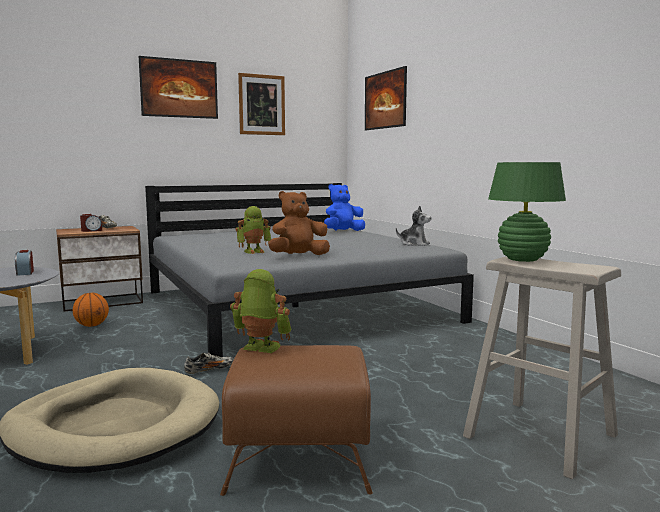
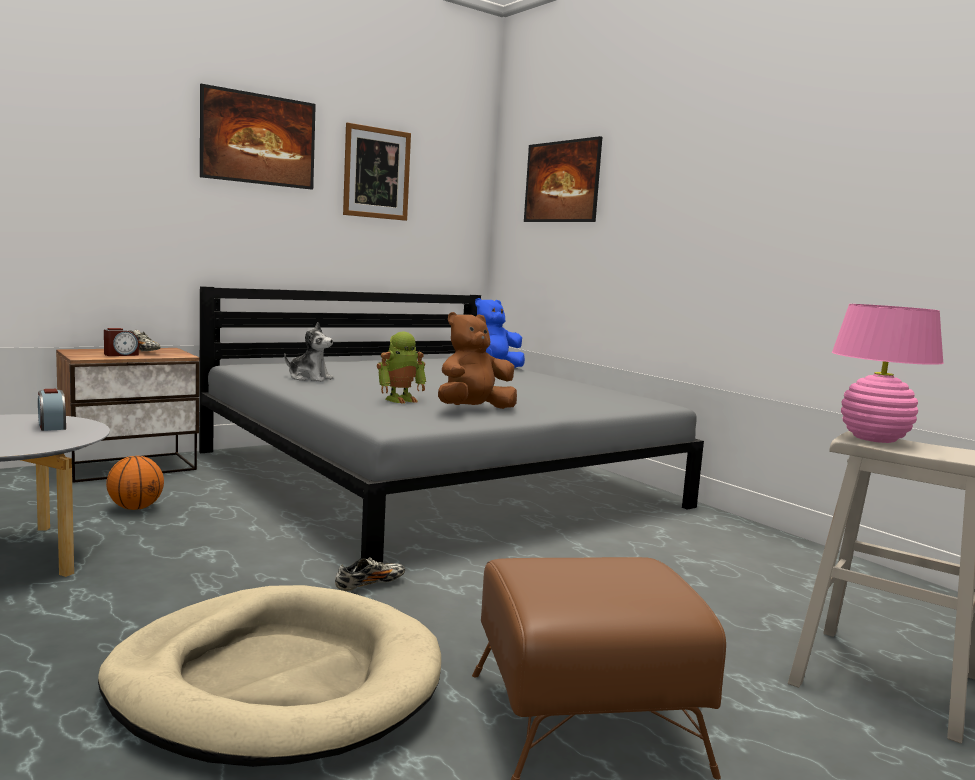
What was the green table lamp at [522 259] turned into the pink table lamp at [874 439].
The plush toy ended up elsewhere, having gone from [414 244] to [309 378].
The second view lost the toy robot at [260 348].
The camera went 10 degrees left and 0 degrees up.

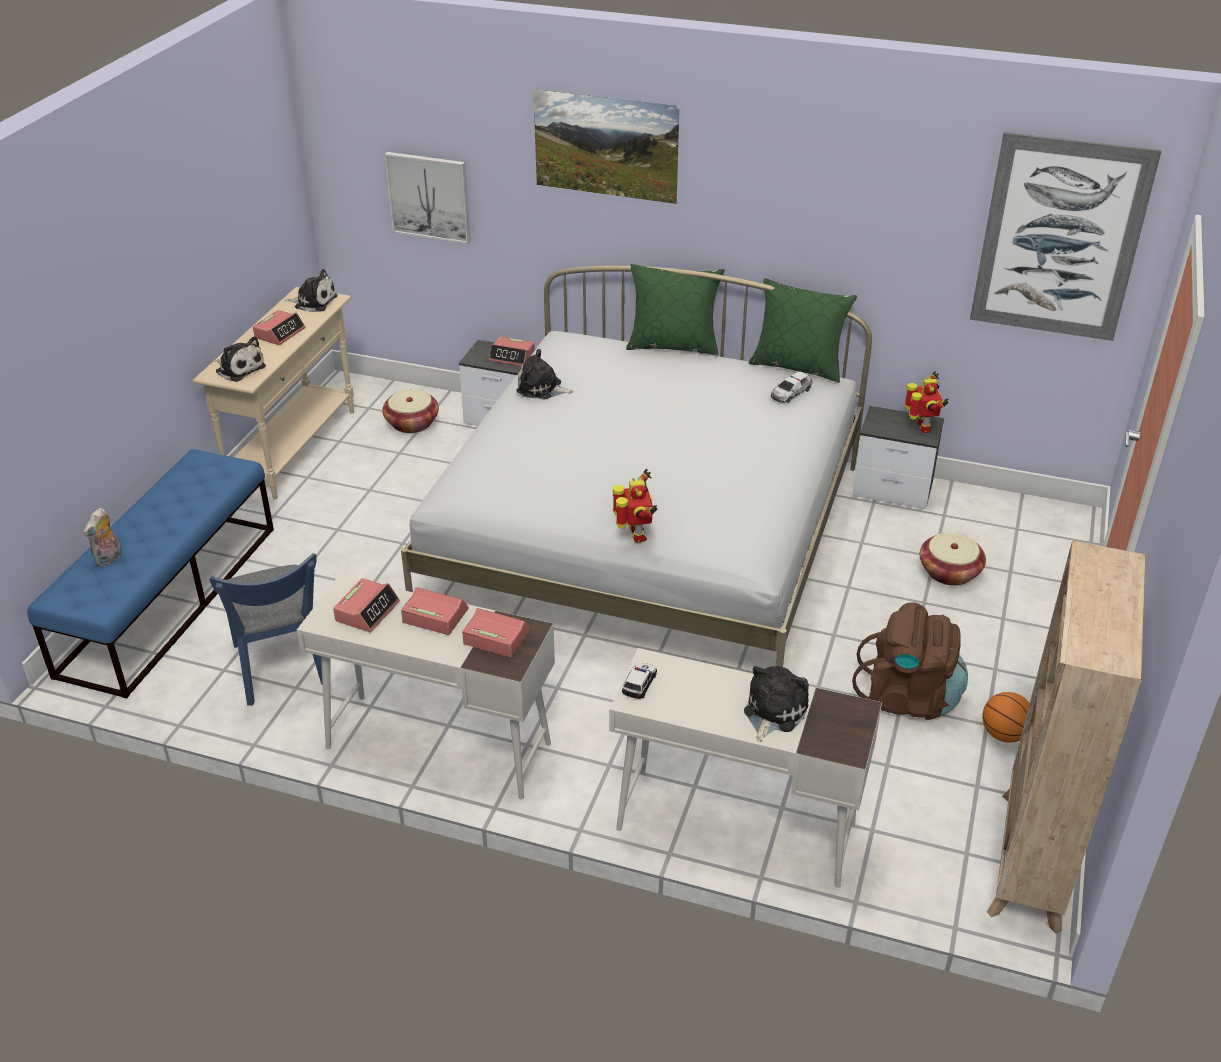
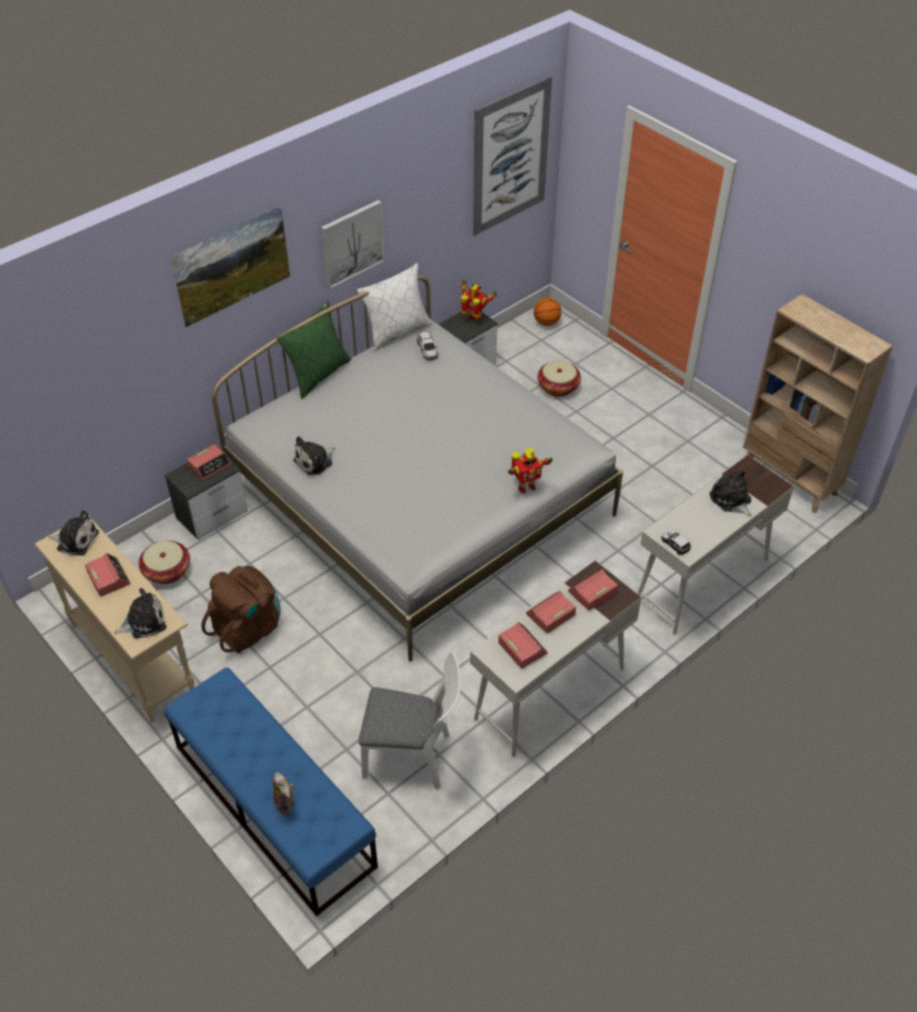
The picture ended up elsewhere, having gone from [429 197] to [352 243].
The plush toy at [313 302] ended up facing another way, 60 degrees clockwise from before.
What was the green pillow at [798 366] turned into the white pillow at [396 331].
The toy robot at [636 536] ended up facing another way, 135 degrees clockwise from before.
What was the blue chair at [281 670] turned into the white chair at [414 757].
The brown backpack ended up elsewhere, having gone from [908 697] to [248 627].
The basketball ended up elsewhere, having gone from [1004 734] to [546 322].
The camera went 60 degrees left and 10 degrees up.

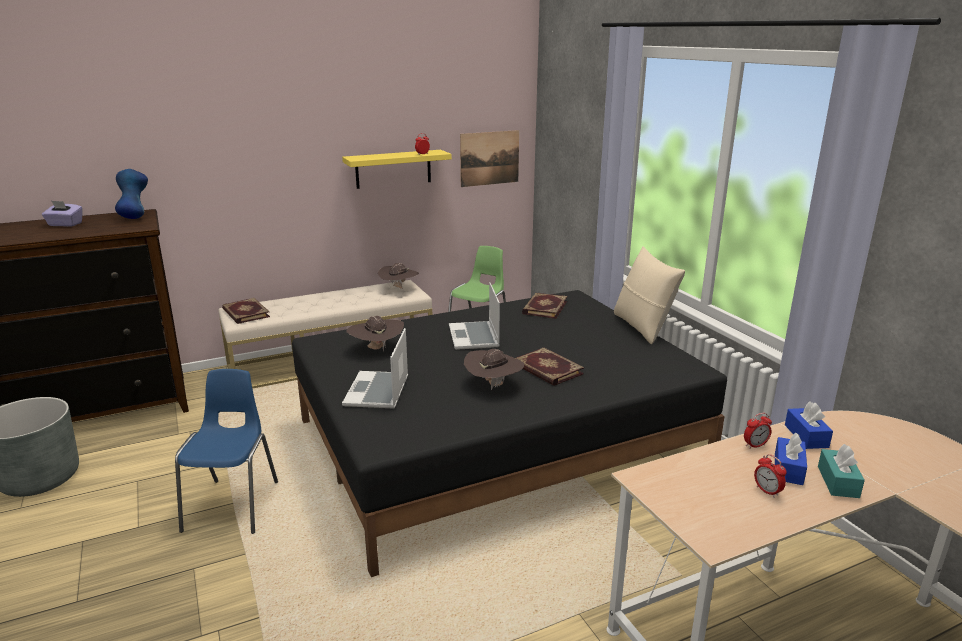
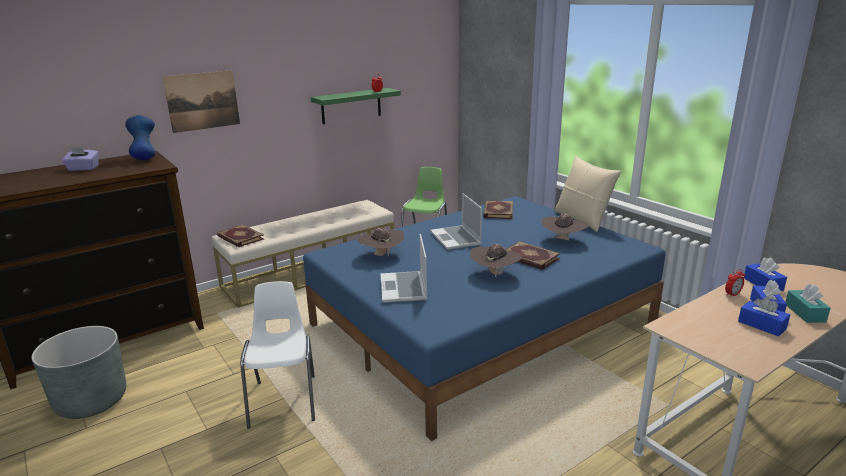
The picture ended up elsewhere, having gone from [489 158] to [202 101].
What was the yellow shelf at [393 169] turned into the green shelf at [351 106].
The brown hat ended up elsewhere, having gone from [399 289] to [562 240].
What was the black bed at [497 443] turned into the blue bed at [482 324].
What was the blue chair at [233 505] turned into the white chair at [284 400].
Where the alarm clock stood at [767 491], the blue tissue box came to stand at [761 325].
The camera went 10 degrees left and 0 degrees up.

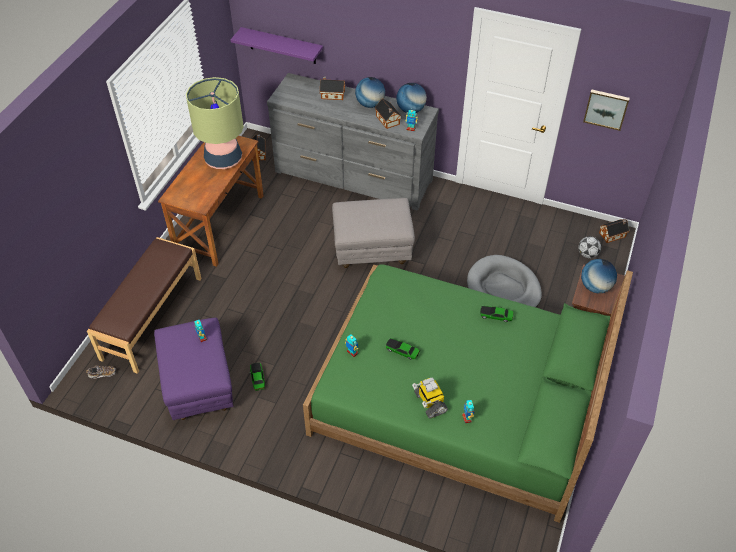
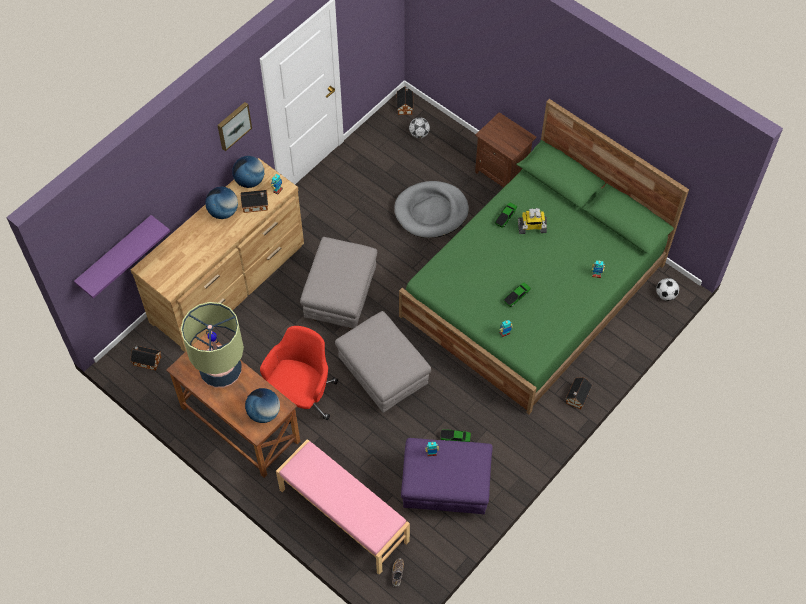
What was the grey dresser at [353 176] turned into the brown dresser at [229 282].
The toy house ended up elsewhere, having gone from [331 94] to [577 397].
The picture ended up elsewhere, having gone from [606 108] to [233 125].
What was the brown bench at [151 317] turned into the pink bench at [343 516].
The globe ended up elsewhere, having gone from [595 287] to [264 413].
The toy robot ended up elsewhere, having gone from [429 402] to [531 228].
The second view gained the football at [665 295].
The second view gained the grey ottoman at [382 376].
The second view gained the red office chair at [300 397].
The camera went 70 degrees left and 10 degrees up.

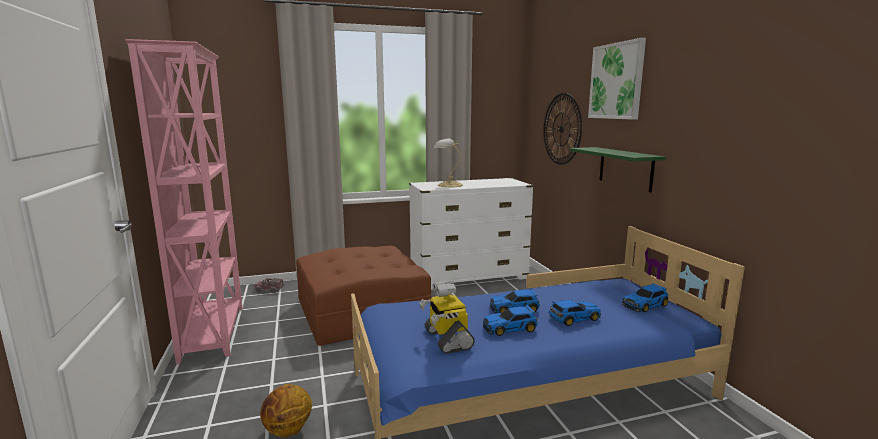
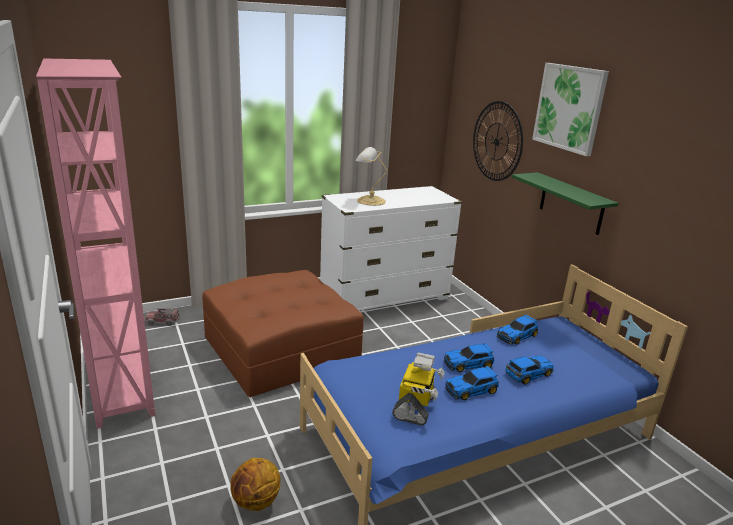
The toy robot at [447 339] ended up facing another way, 135 degrees counterclockwise from before.
The toy car ended up elsewhere, having gone from [645 305] to [517 335].
The camera went 10 degrees left and 10 degrees up.

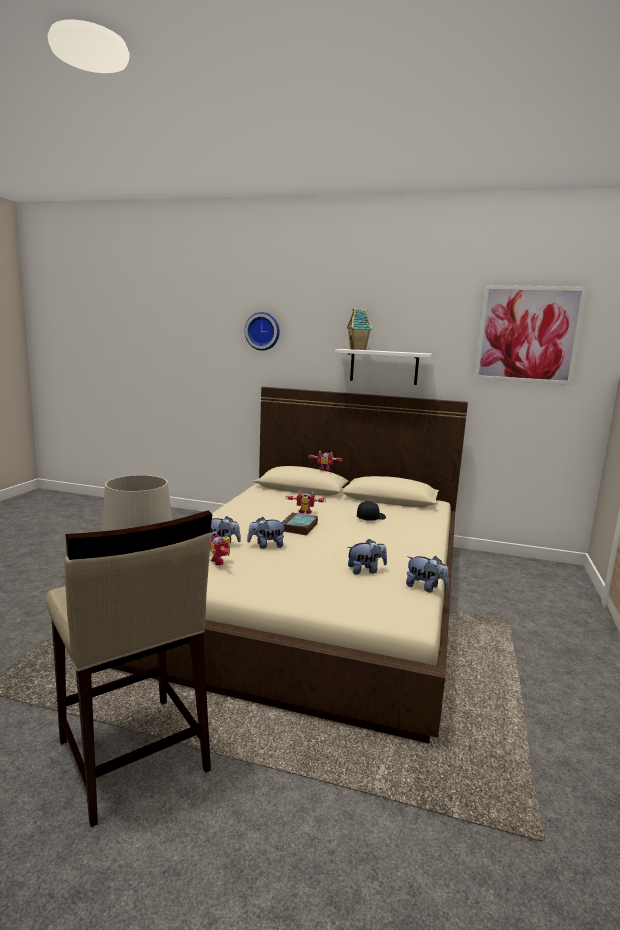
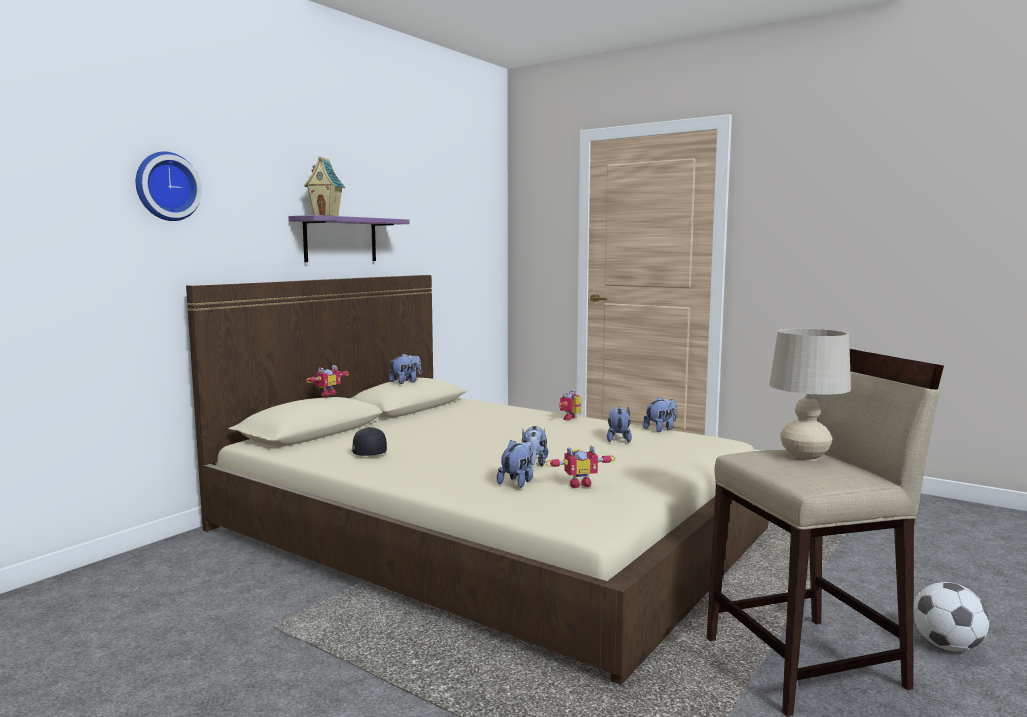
The second view lost the picture at [527 335].
What was the white shelf at [384 367] turned into the purple shelf at [340 240].
The toy robot ended up elsewhere, having gone from [304 513] to [572 419].
The black cap ended up elsewhere, having gone from [370 518] to [367 452].
The second view lost the book at [299 527].
The second view gained the plush toy at [406 382].
The second view gained the football at [947 646].
The camera went 70 degrees left and 5 degrees down.

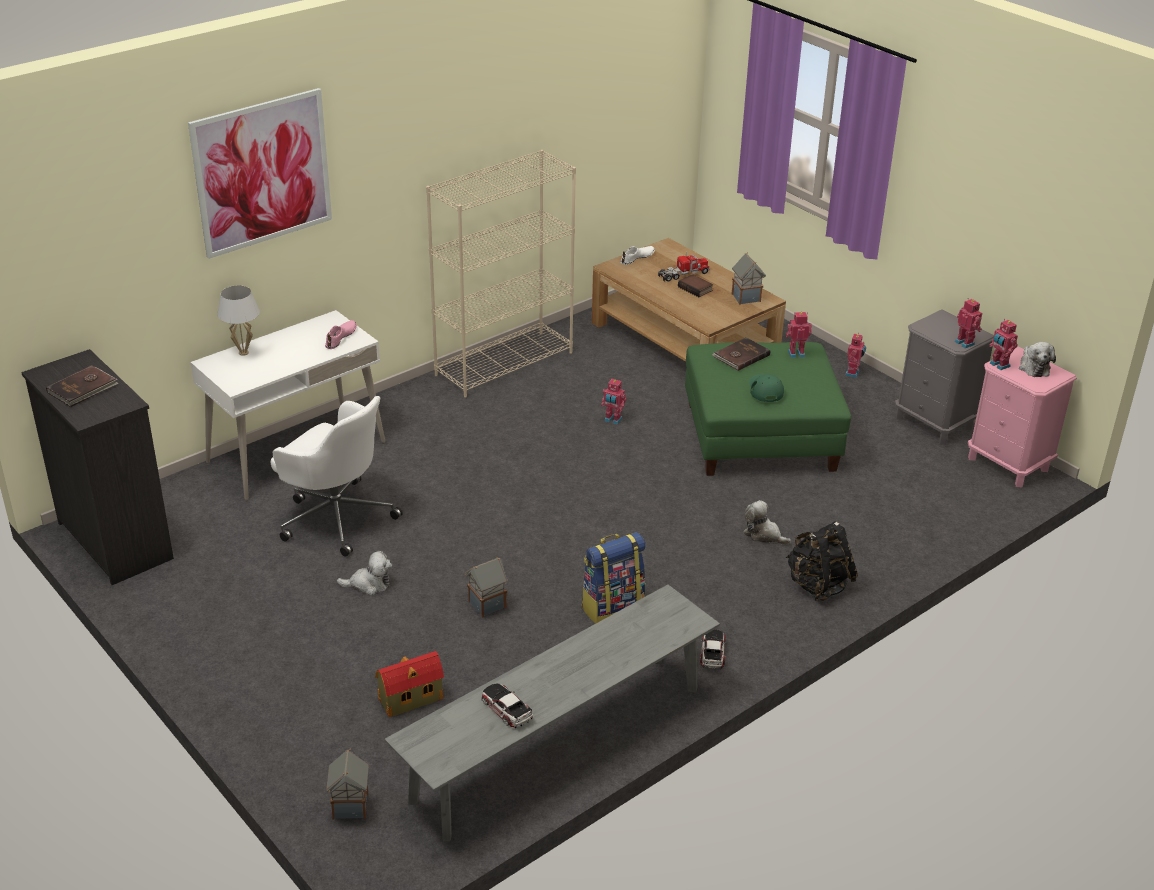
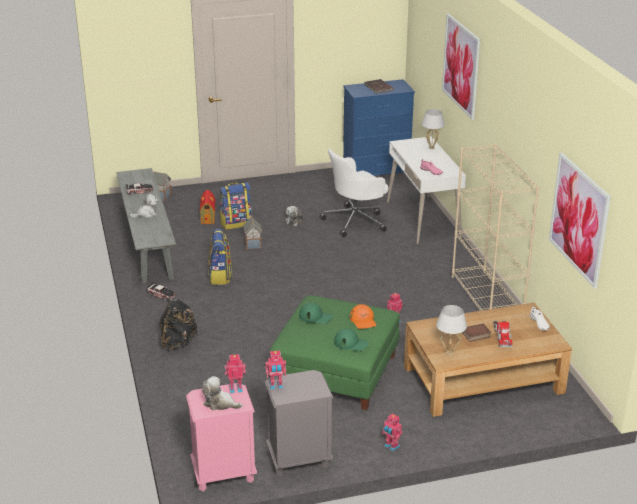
Where the toy house stood at [746 298], the white table lamp came to stand at [449 353].
Where the toy robot stood at [796 353], the green cap came to stand at [351 343].
Where the brown book stood at [740 356], the orange cap came to stand at [363 320].
What was the black dresser at [115 540] turned into the blue dresser at [377 172].
The plush toy ended up elsewhere, having gone from [763 535] to [146 214].
The second view gained the picture at [579 219].
The second view gained the backpack at [236 223].
The camera went 115 degrees right and 5 degrees down.

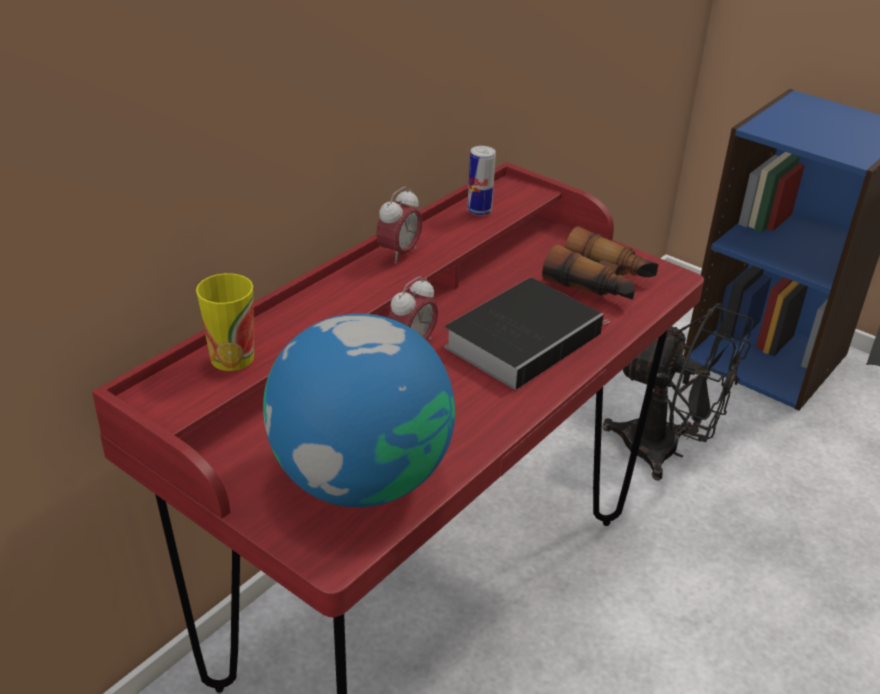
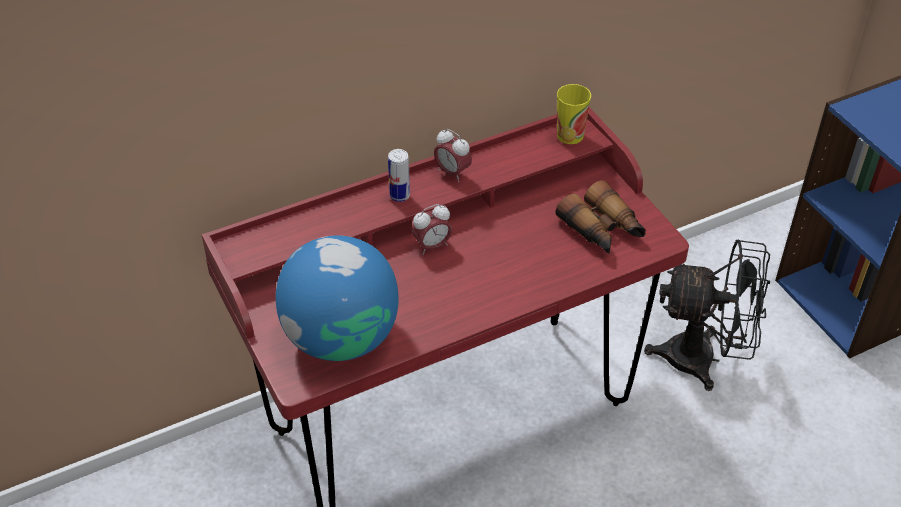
The can ended up elsewhere, having gone from [479 211] to [399 196].
The alarm clock at [399 253] ended up facing another way, 75 degrees clockwise from before.
The cup ended up elsewhere, having gone from [232 358] to [570 135].
The second view lost the book at [525 338].
The black fan at [665 451] ended up facing another way, 45 degrees counterclockwise from before.
The camera went 25 degrees right and 10 degrees up.

